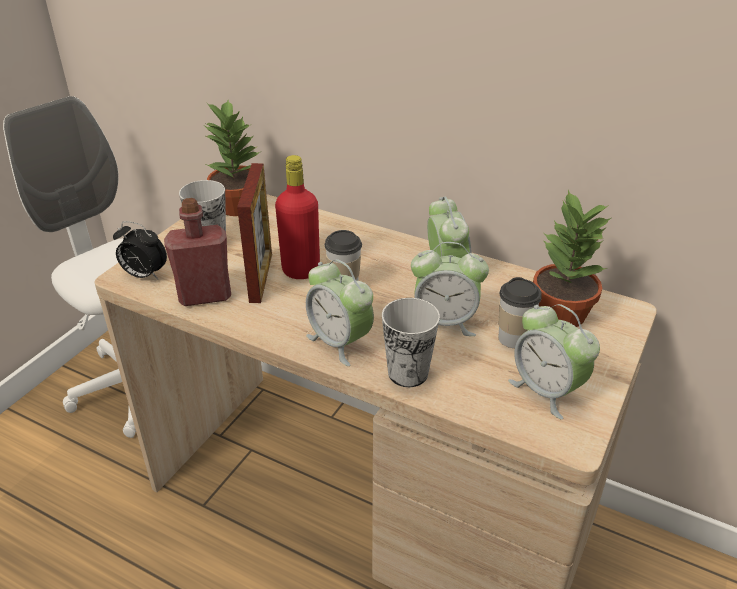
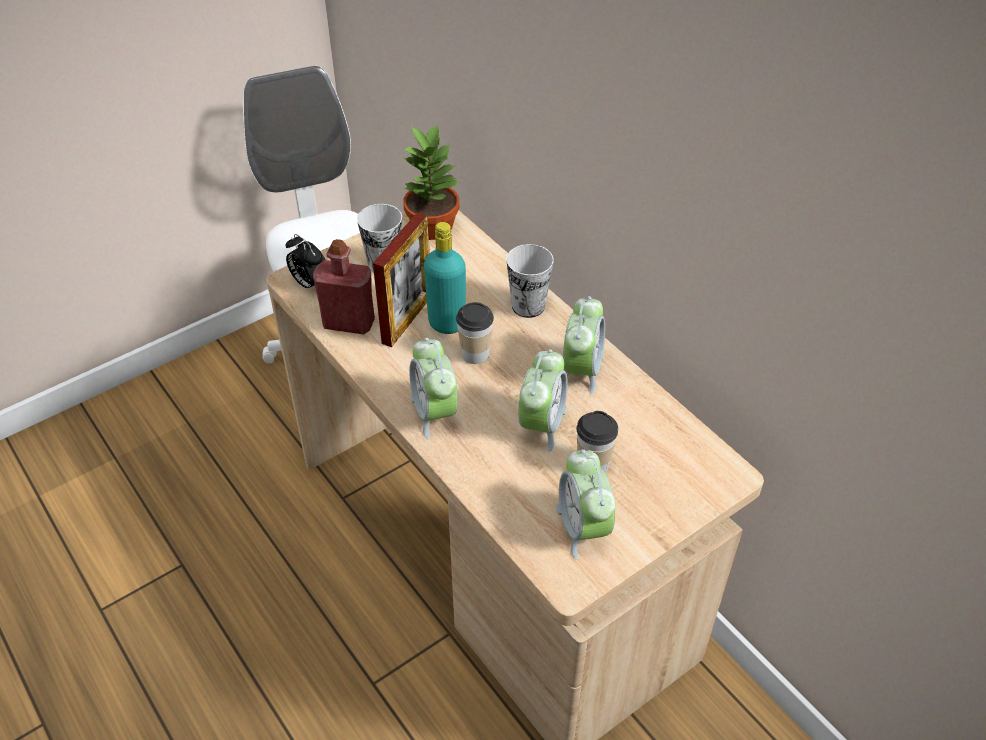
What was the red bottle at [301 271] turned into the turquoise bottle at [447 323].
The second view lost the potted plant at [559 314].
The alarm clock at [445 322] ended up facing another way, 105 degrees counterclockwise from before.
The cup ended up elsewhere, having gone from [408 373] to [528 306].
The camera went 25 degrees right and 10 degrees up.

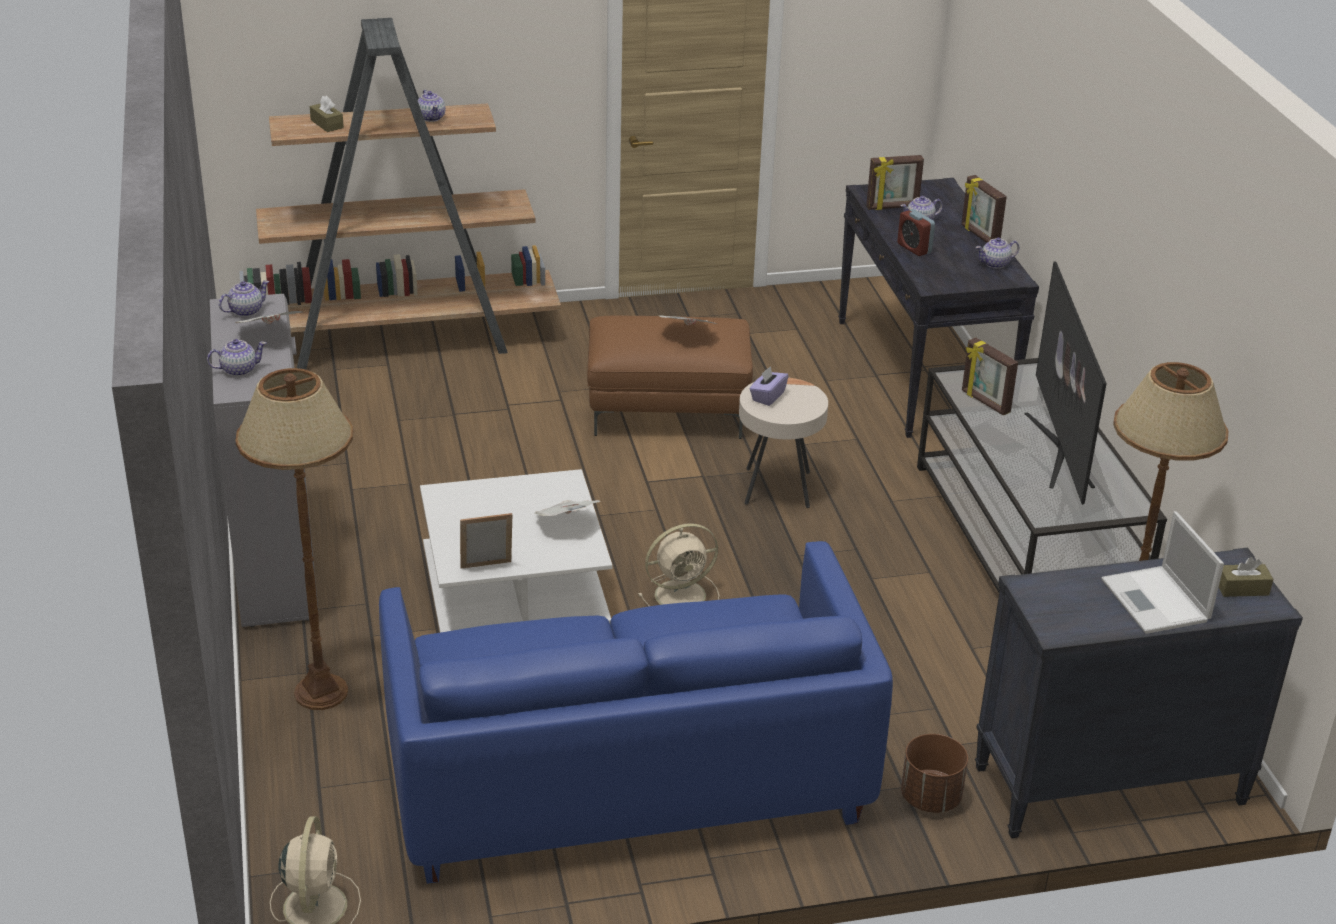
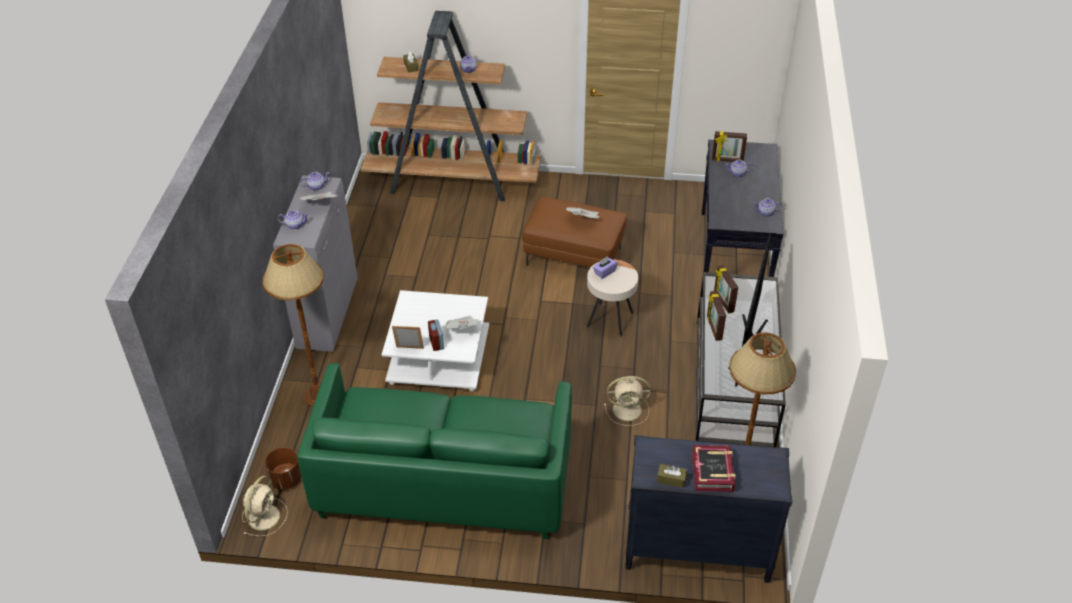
The picture frame ended up elsewhere, having gone from [979 235] to [713 328].
The alarm clock ended up elsewhere, having gone from [914 248] to [436 343].
Where the laptop stood at [1156 602], the book came to stand at [713 472].
The beige fan ended up elsewhere, having gone from [682 595] to [628 410].
What was the blue sofa at [625 778] turned into the green sofa at [443 482].
The brown tissue box ended up elsewhere, having gone from [1242 588] to [671 479].
The brown planter ended up elsewhere, having gone from [930 798] to [286 479].
The camera went 20 degrees right and 10 degrees up.

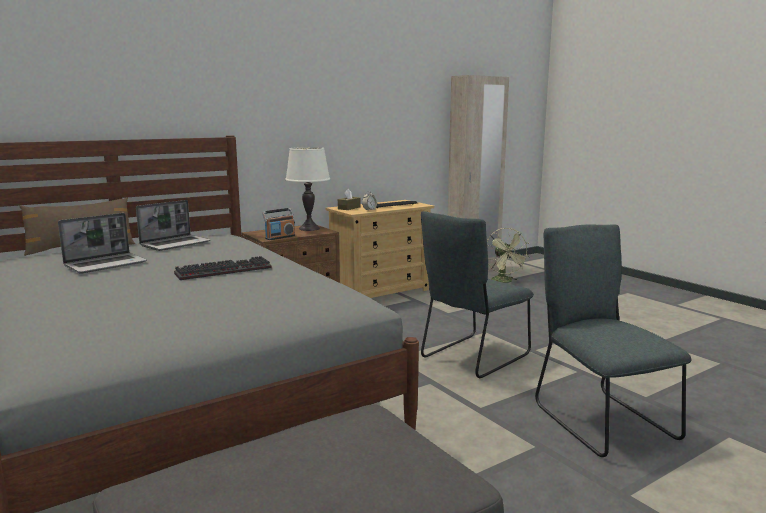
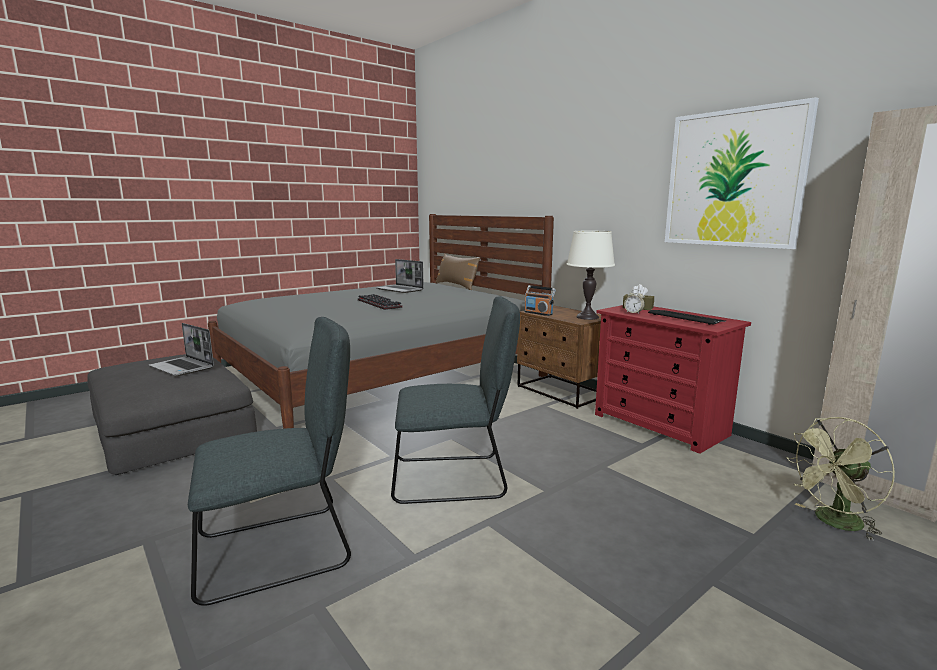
The laptop ended up elsewhere, having gone from [176 244] to [183 367].
What was the beige dresser at [380 291] turned into the red dresser at [660 425].
The grey chair at [472 357] ended up facing another way, 135 degrees clockwise from before.
The second view gained the picture at [733 179].
The camera went 85 degrees right and 0 degrees up.

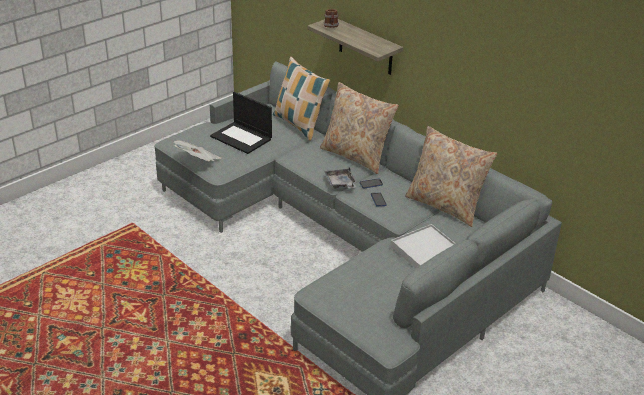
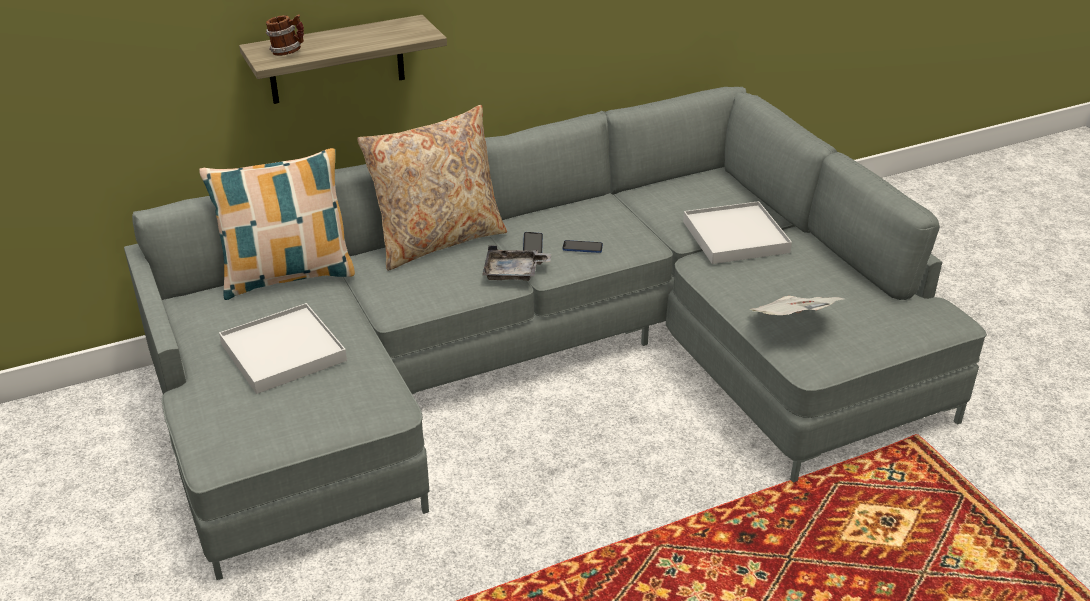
Where the laptop stood at [242 138], the white tray came to stand at [283 352].
The second view lost the beige pillow at [445 205].
The newspaper ended up elsewhere, having gone from [198 161] to [793 324].
The camera went 70 degrees left and 0 degrees up.

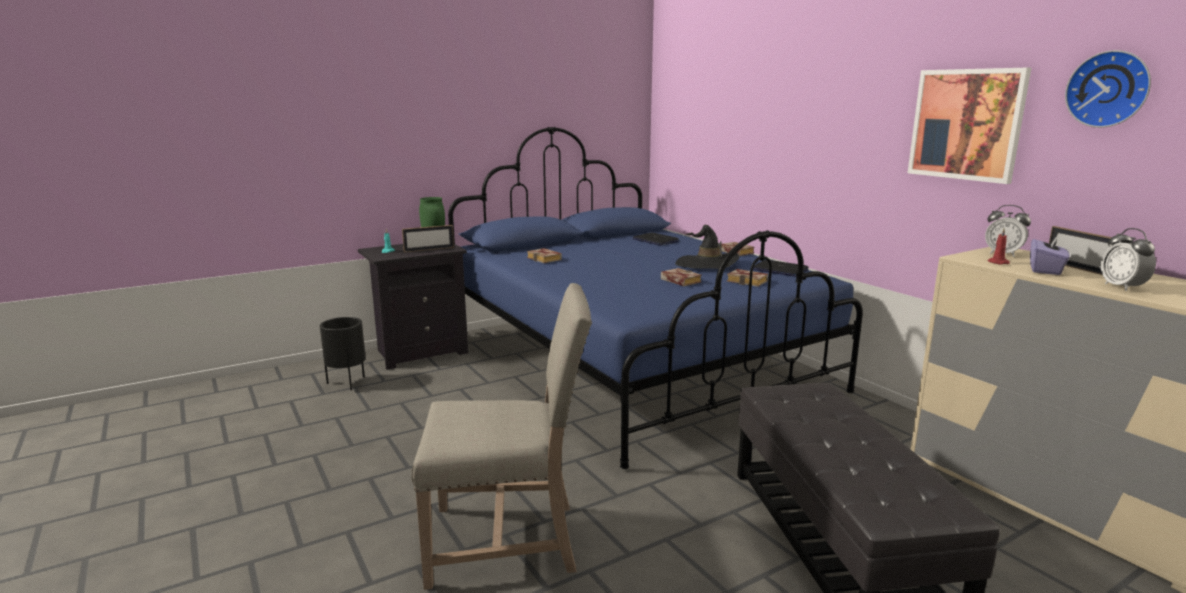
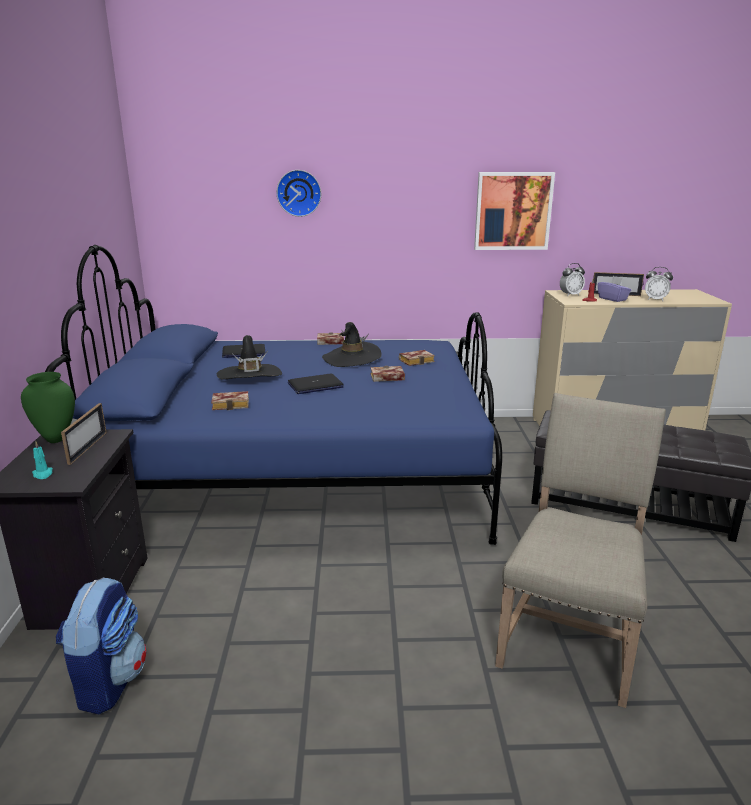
The wall clock ended up elsewhere, having gone from [1109 89] to [299 193].
The laptop ended up elsewhere, having gone from [779 270] to [315 385].
Where the black planter stood at [348 384], the backpack came to stand at [109 681].
The second view gained the black hat at [250 376].
The camera went 60 degrees left and 5 degrees up.

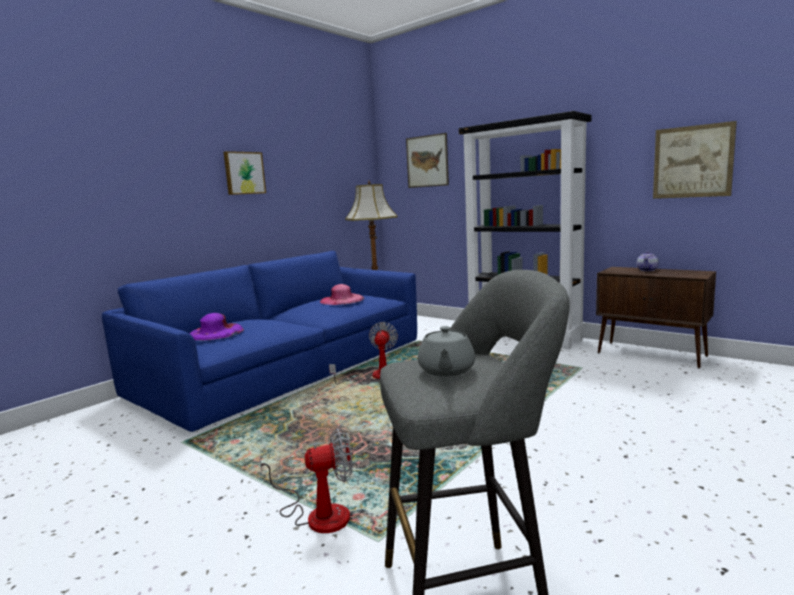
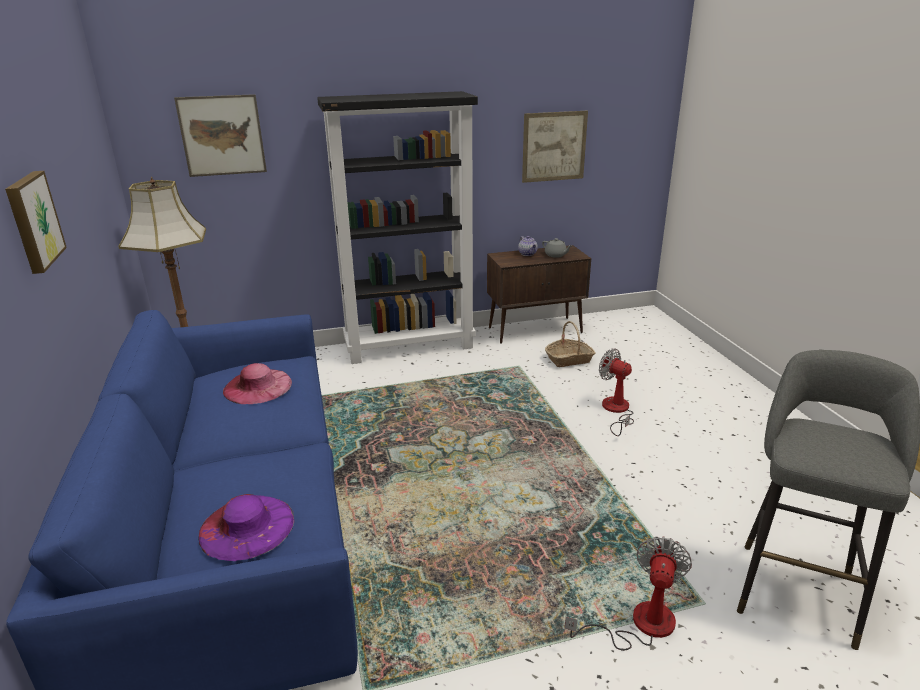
The fan ended up elsewhere, having gone from [375 377] to [616 411].
The grey teapot ended up elsewhere, having gone from [446 371] to [556 255].
The second view gained the basket at [569 359].
The camera went 55 degrees left and 15 degrees up.

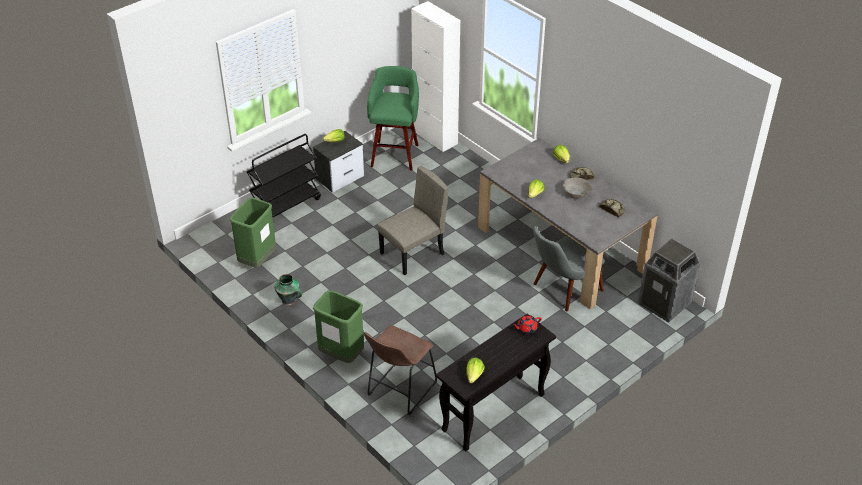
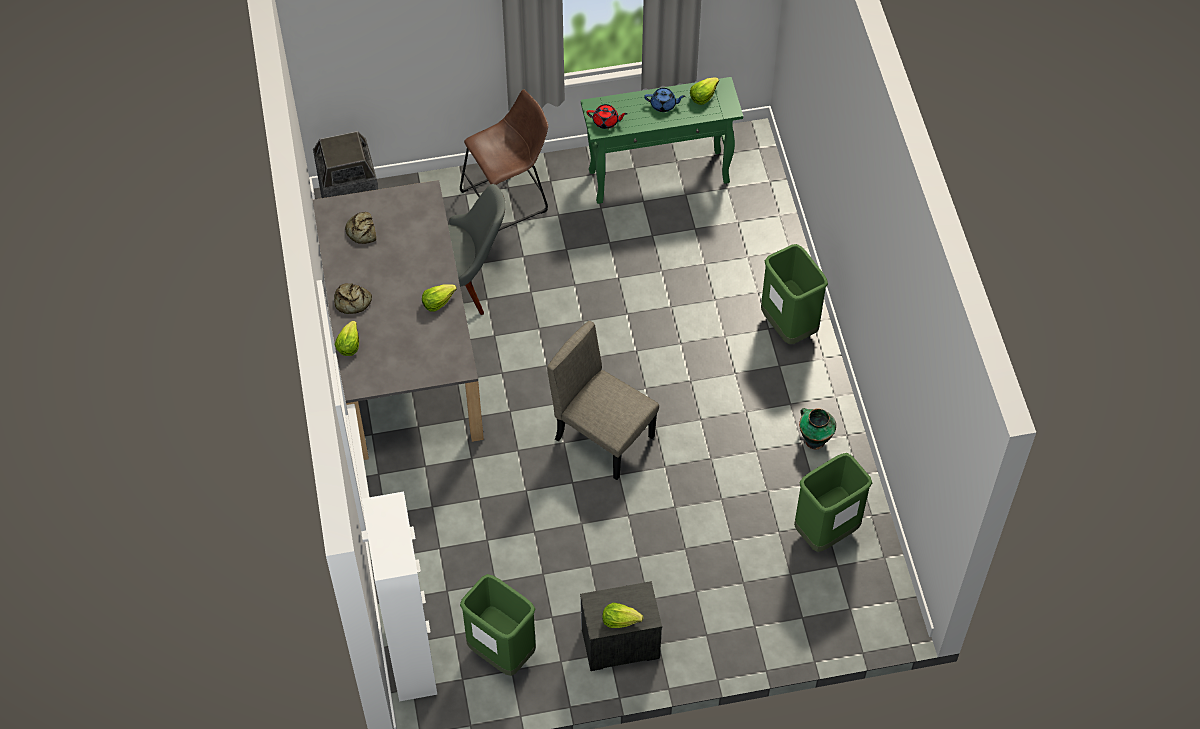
Where the green stool stood at [395 154], the green trash can came to stand at [501 652].
The second view lost the black cart at [286 205].
The beige chair at [412 254] ended up facing another way, 45 degrees clockwise from before.
The second view lost the grey bowl at [576 193].
What was the black console table at [493 413] turned into the green console table at [660 176].
The brown stool ended up elsewhere, having gone from [399 391] to [509 199].
The second view gained the blue teapot at [663 105].
The camera went 150 degrees left and 15 degrees up.

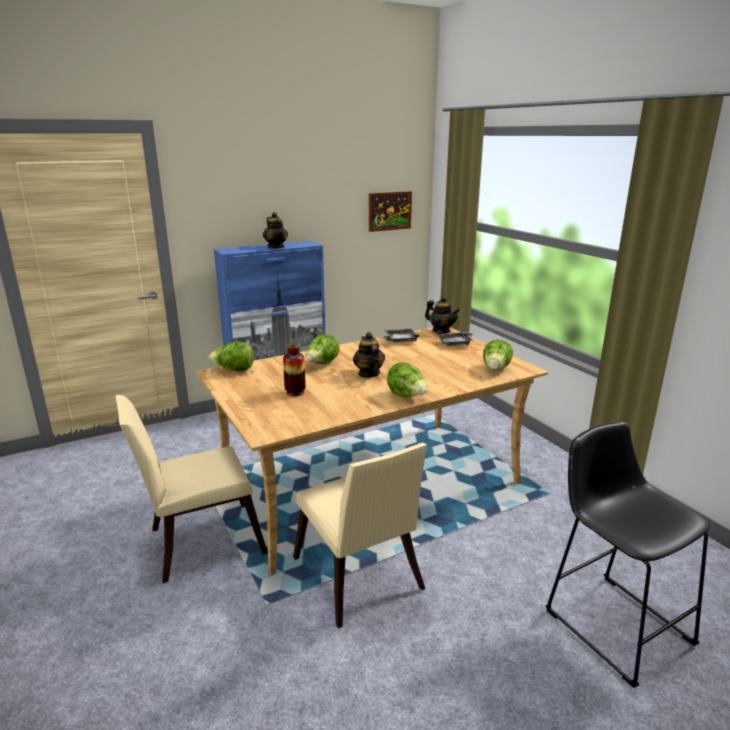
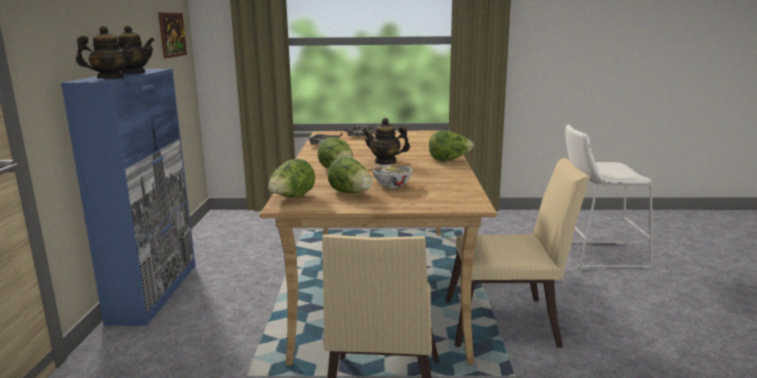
The teapot ended up elsewhere, having gone from [441 331] to [110 78].
The lettuce ended up elsewhere, having gone from [496 369] to [351 193].
Where the vase stood at [295 392], the bowl came to stand at [392 185].
What was the black stool at [612 621] turned into the white stool at [597 255].
The camera went 60 degrees left and 5 degrees down.

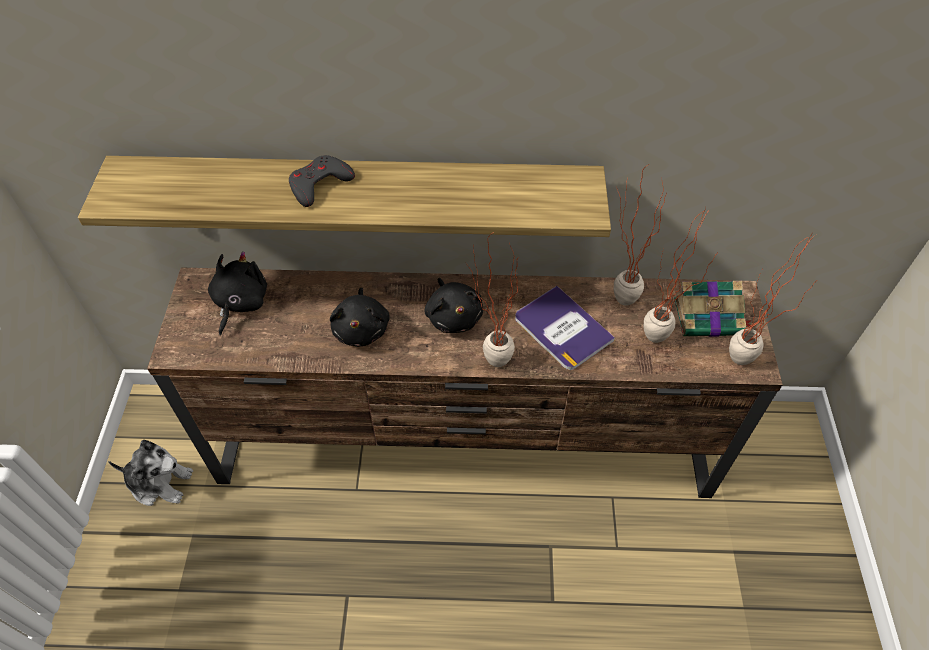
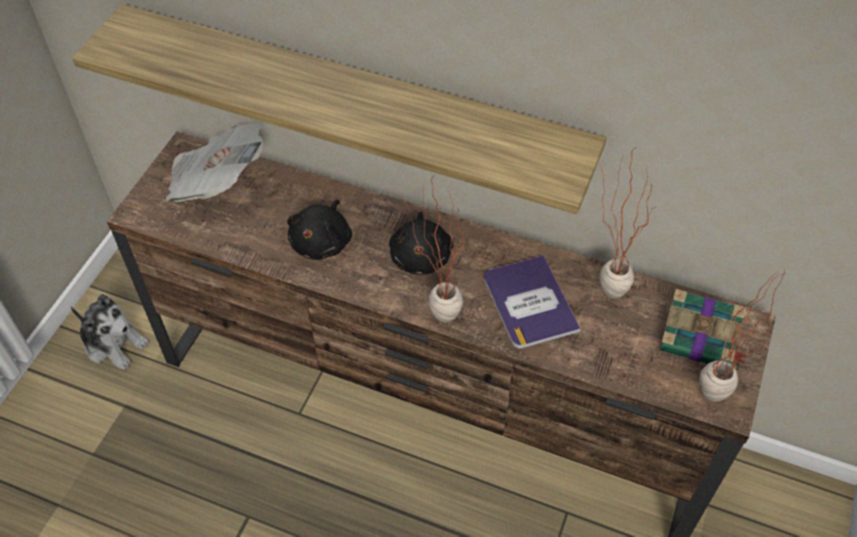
The second view lost the grey game controller at [319 184].
The second view lost the potted plant at [656 345].
Where the black plush toy stood at [240 303], the newspaper came to stand at [217 182].
The camera went 20 degrees right and 0 degrees up.

